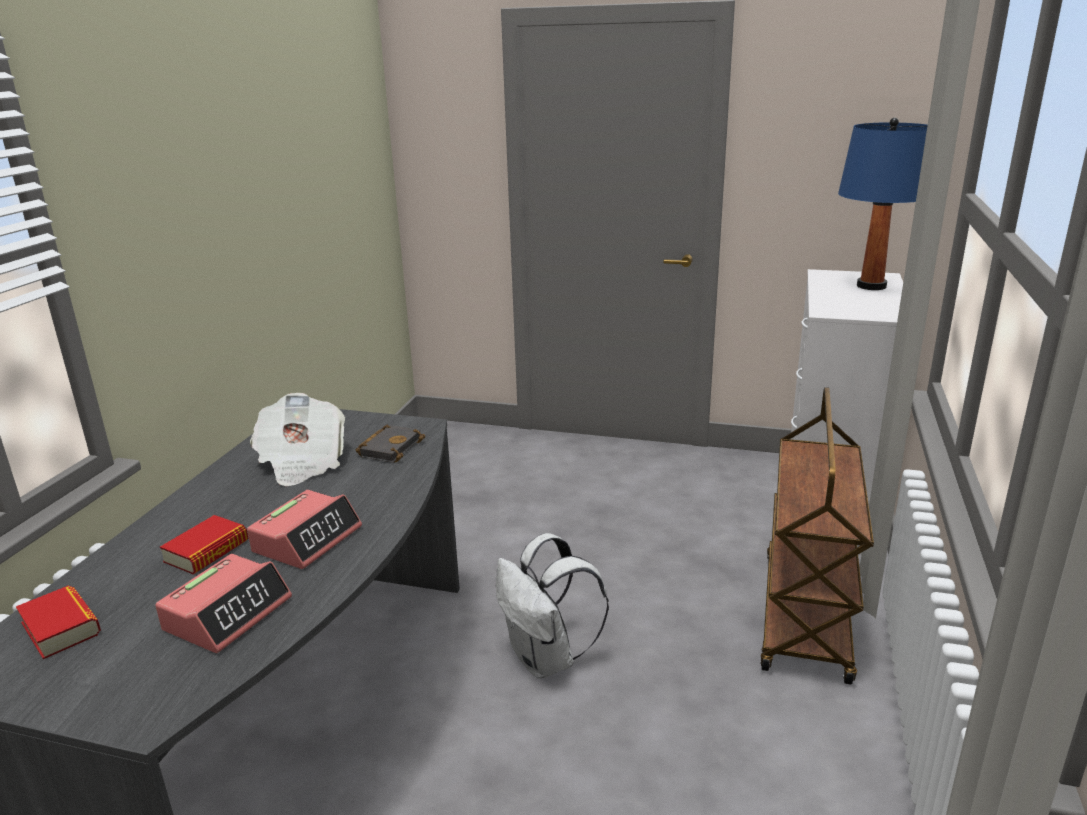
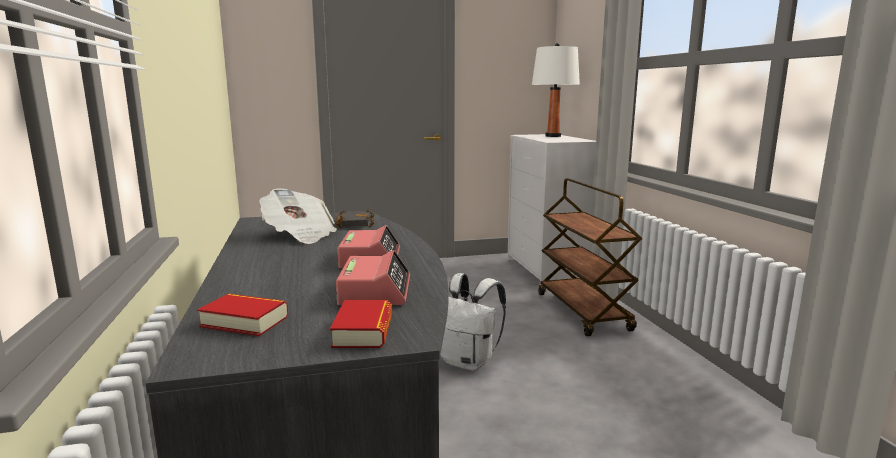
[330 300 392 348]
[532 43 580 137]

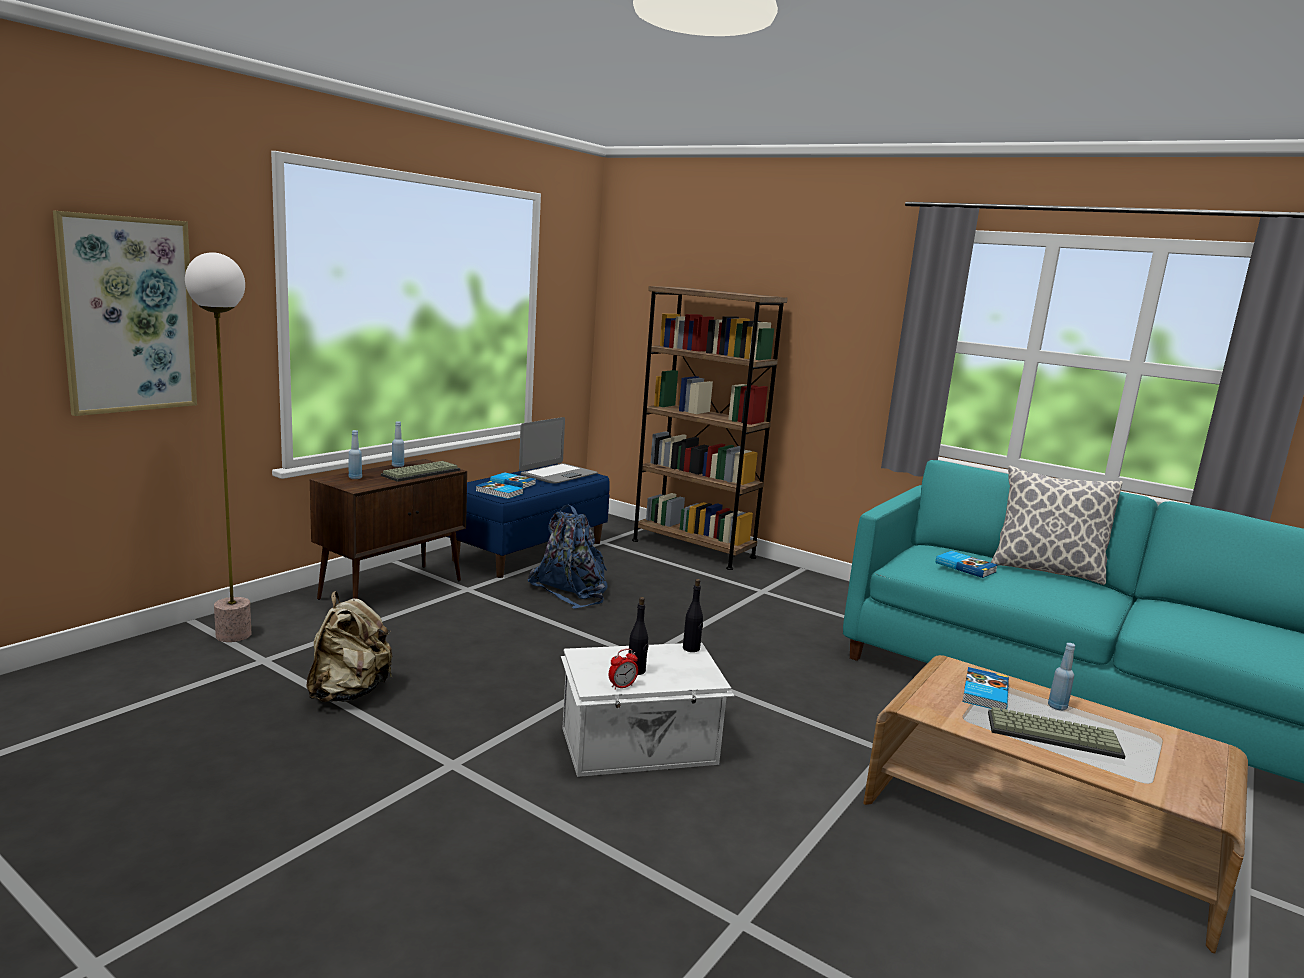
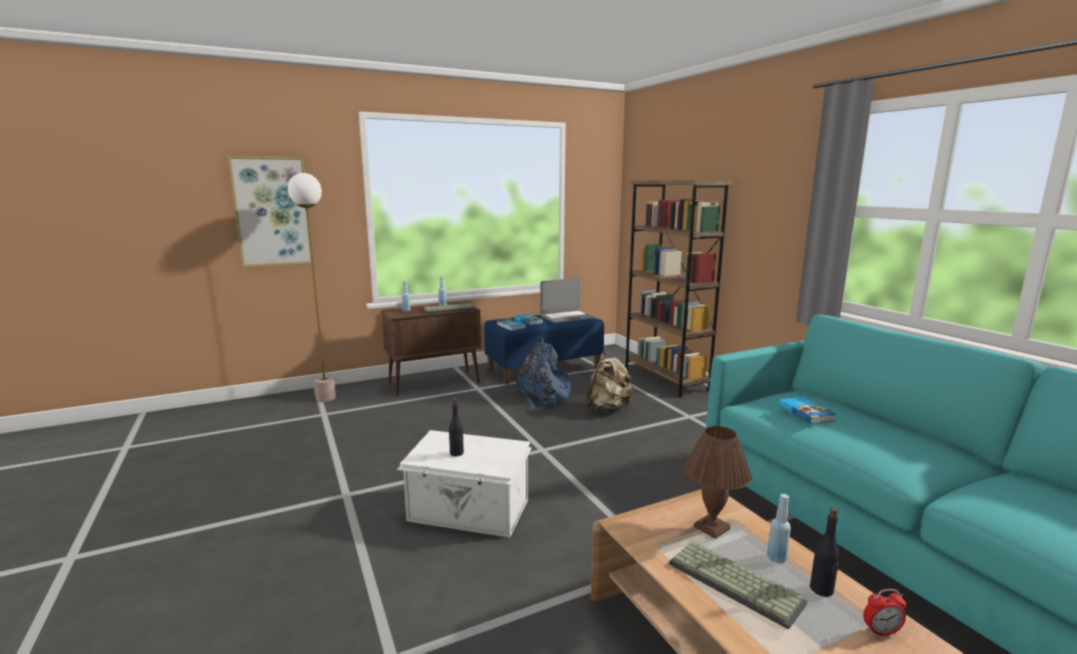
[991 466 1123 585] (first image)
[586 352 632 412]
[863 589 906 636]
[810 507 839 597]
[684 426 752 539]

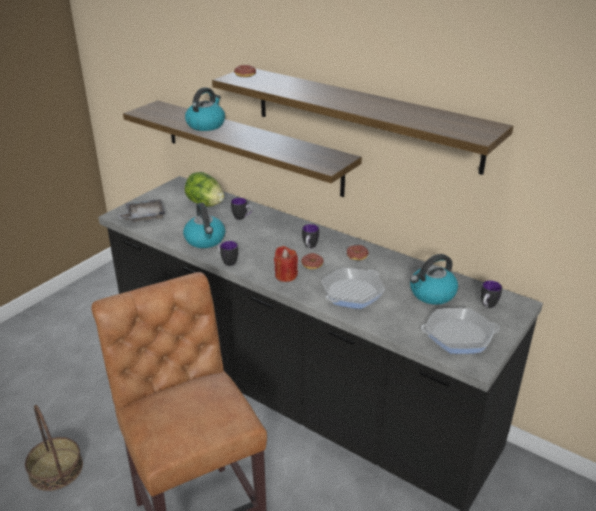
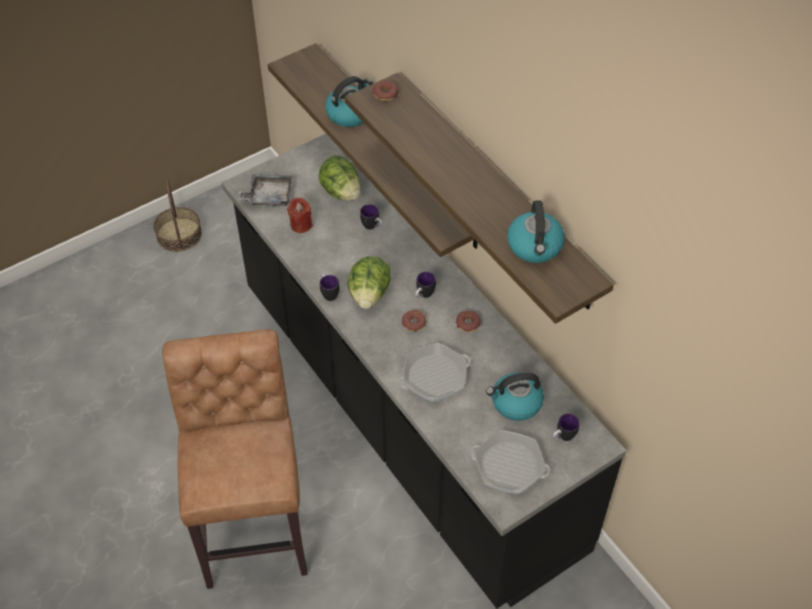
[348 256 390 309]
[154 178 202 252]
[507 201 565 263]
[287 197 313 233]

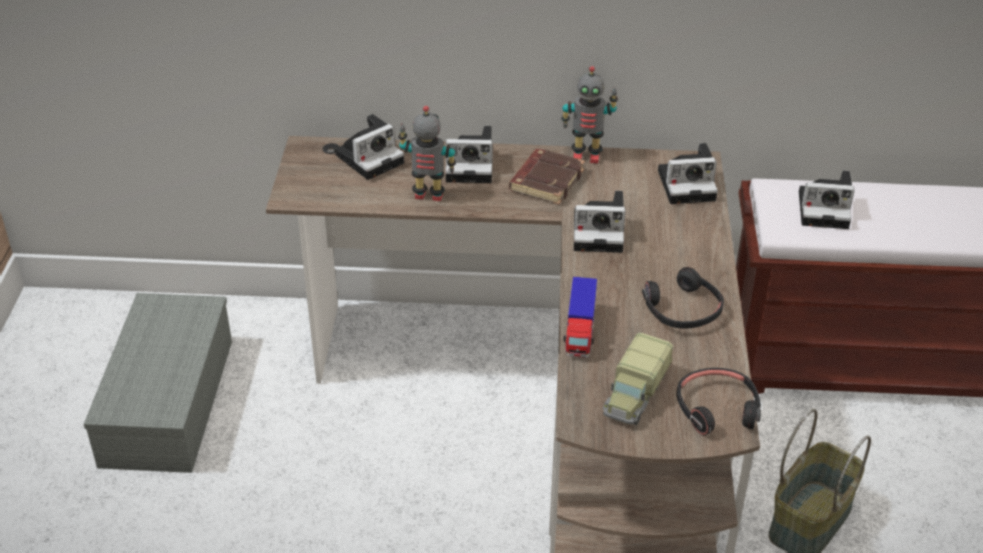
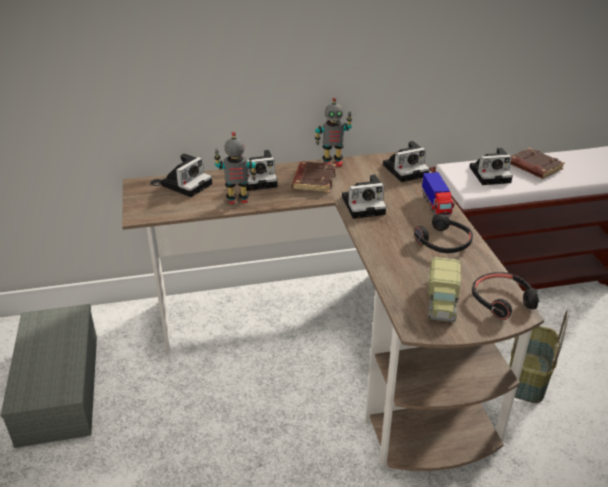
[511 148 565 179]
[422 172 455 217]

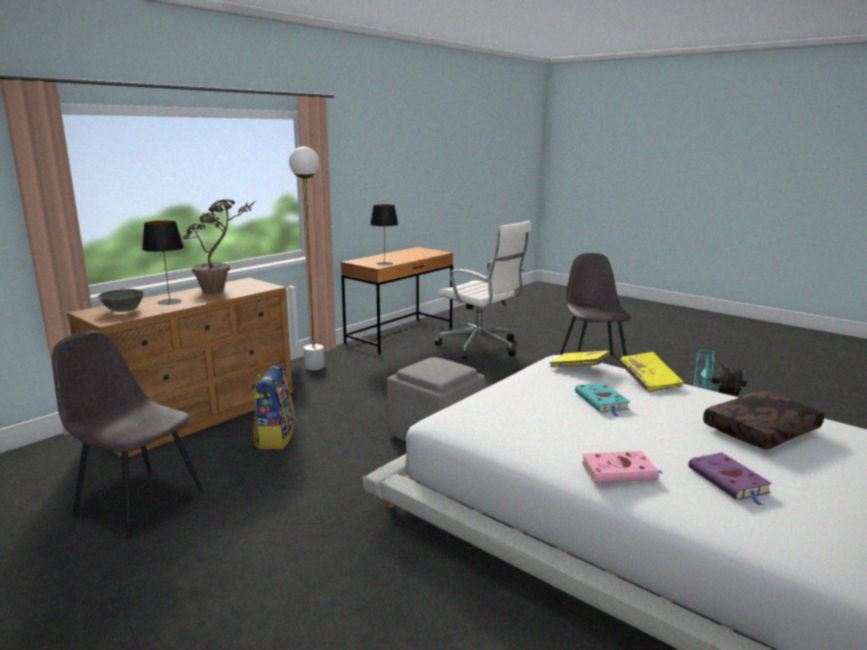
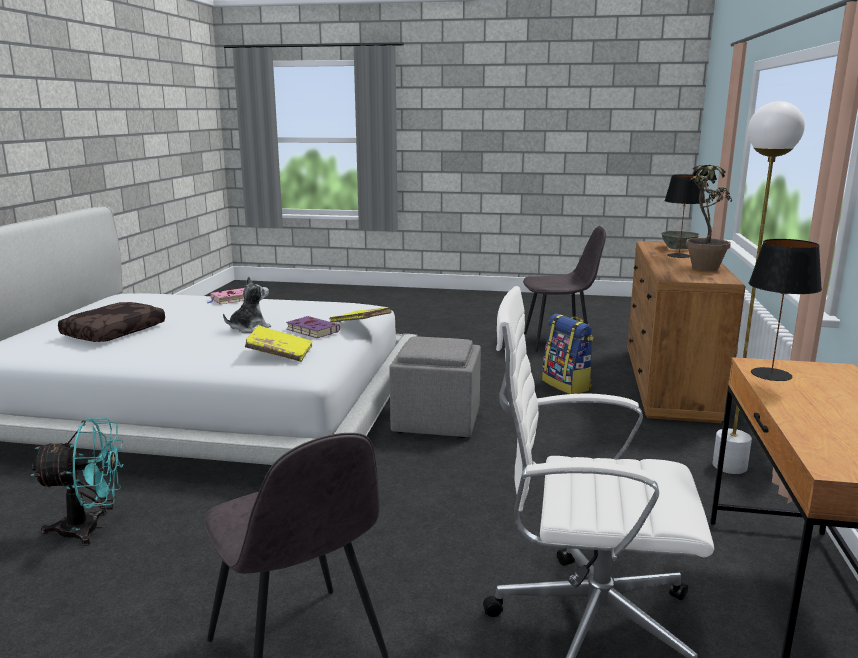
[329 307 392 322]
[286 316 340 338]
[223 276 271 333]

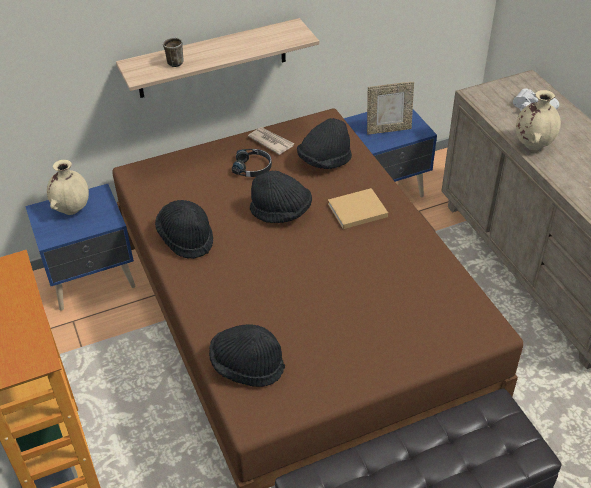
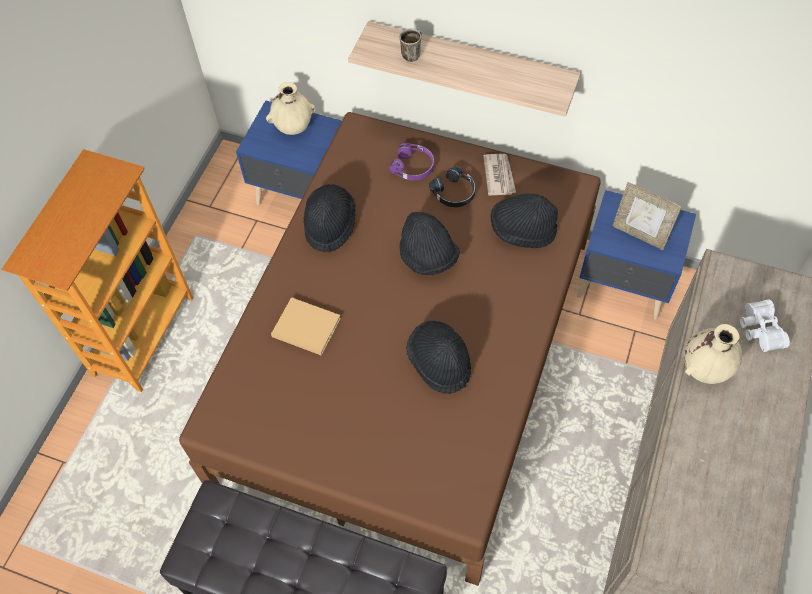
[389 143 434 181]
[406 321 471 394]
[271 297 341 356]

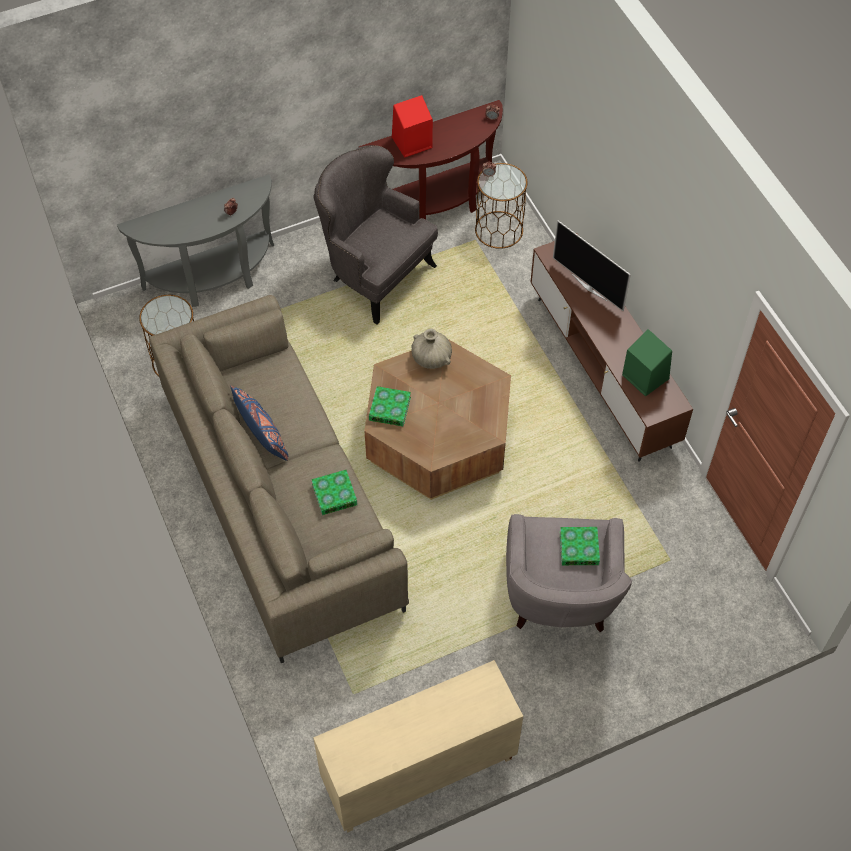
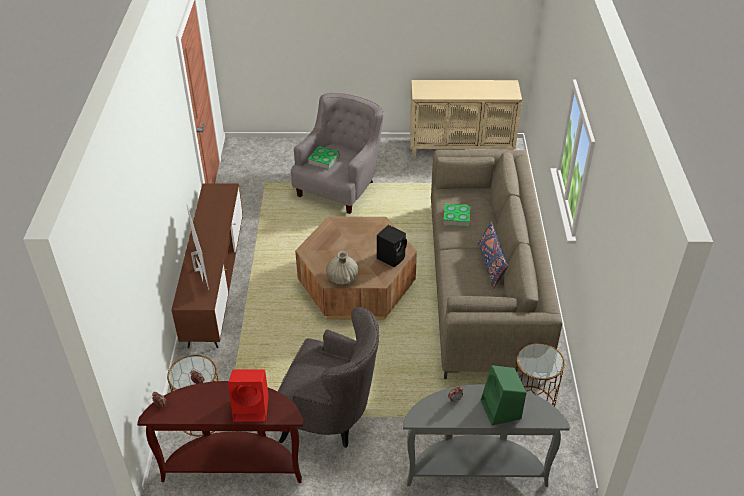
[481 365 526 426]
[377 225 407 267]
[278 307 379 448]

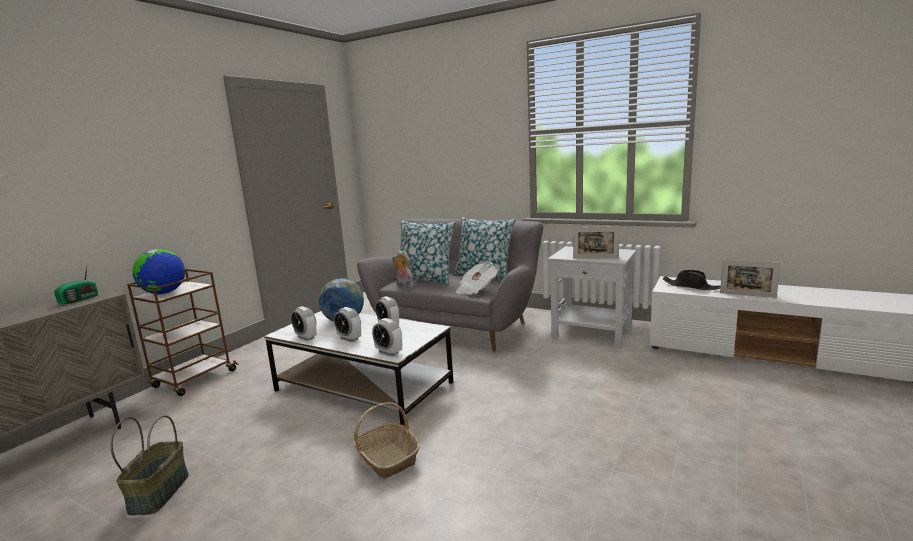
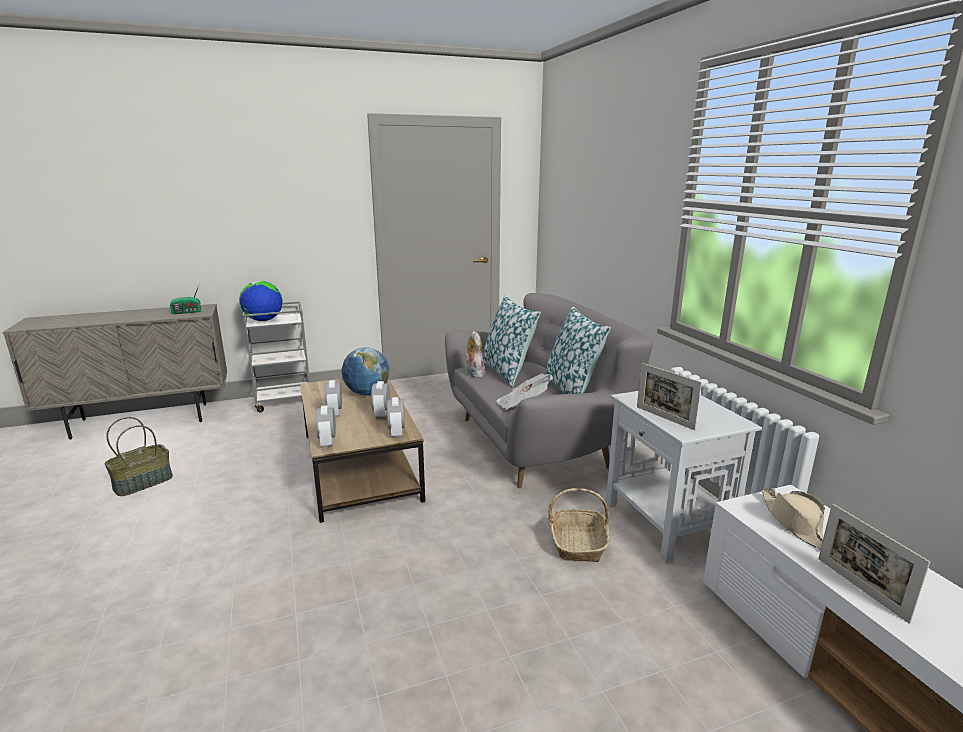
[387 397 405 438]
[548 488 610 562]
[243 302 310 412]
[300 378 425 523]
[762 488 825 549]

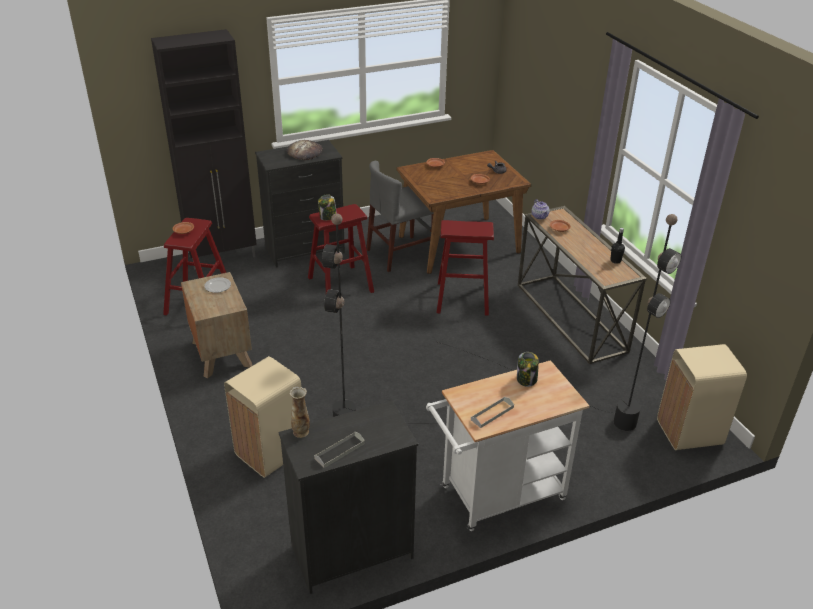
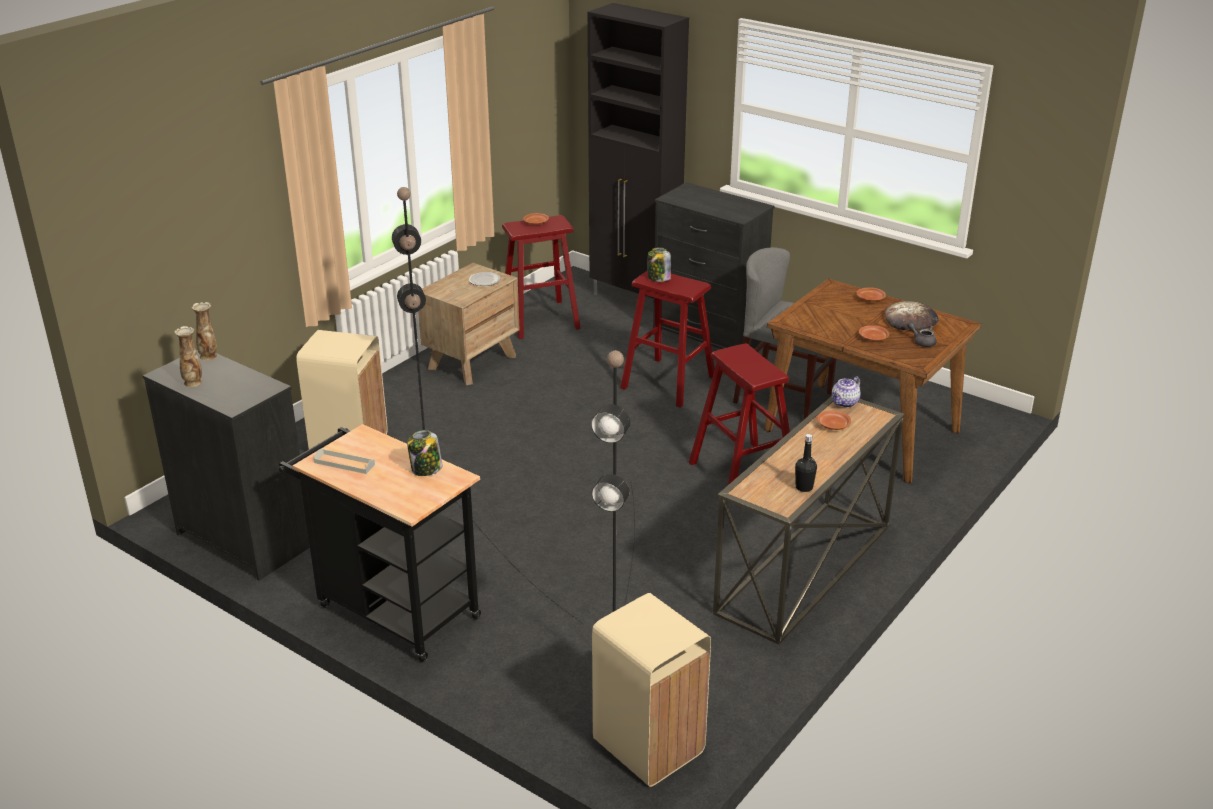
[885 301 939 331]
[174 326 202 387]
[278 424 481 662]

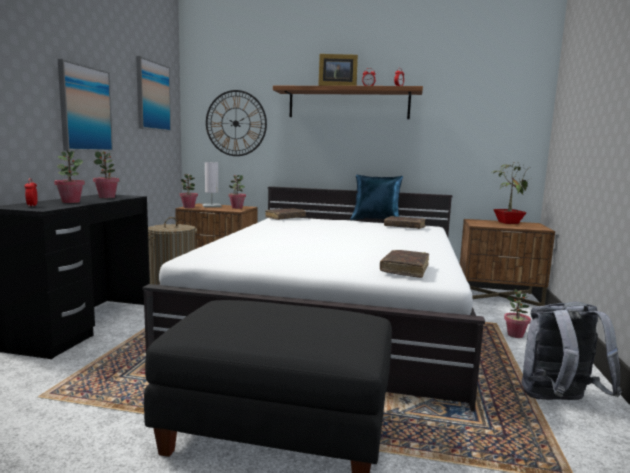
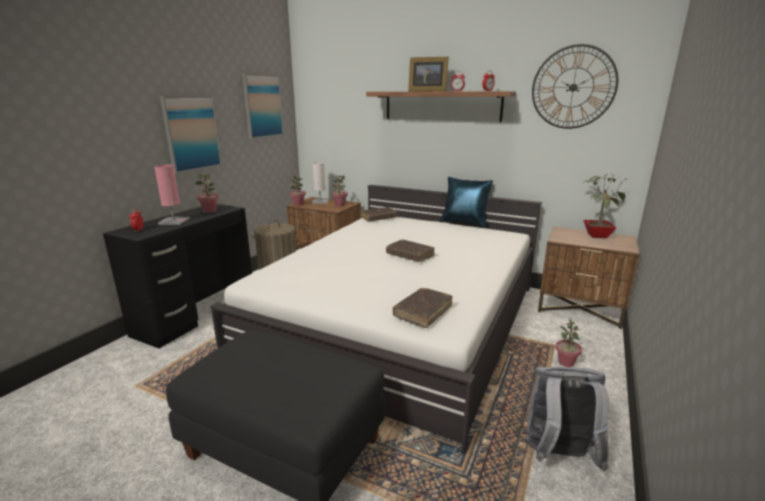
[532 44 618 129]
[386 239 435 262]
[154 165 190 225]

